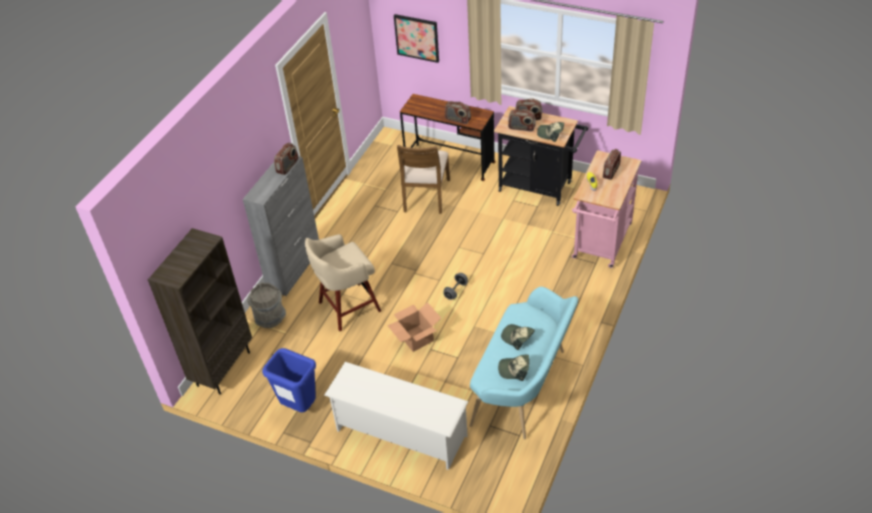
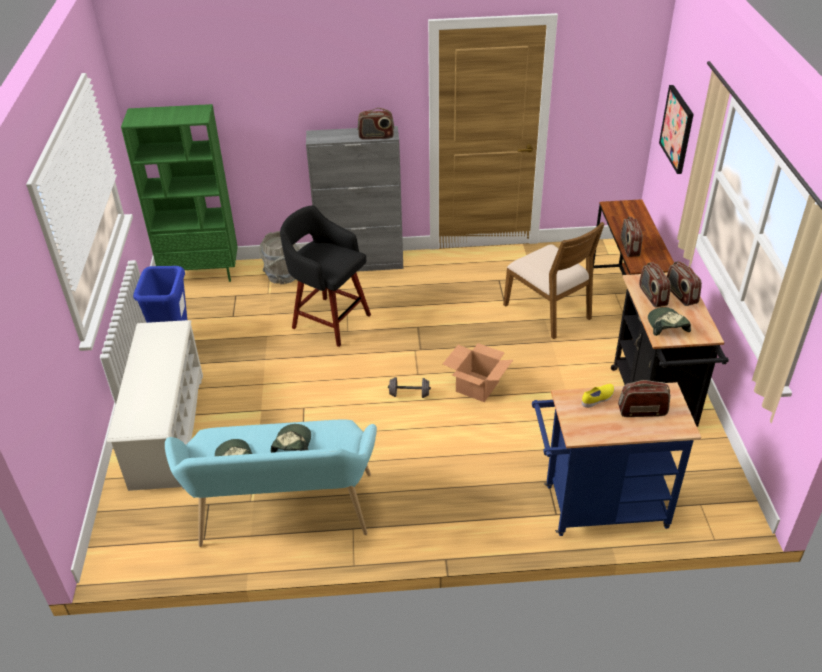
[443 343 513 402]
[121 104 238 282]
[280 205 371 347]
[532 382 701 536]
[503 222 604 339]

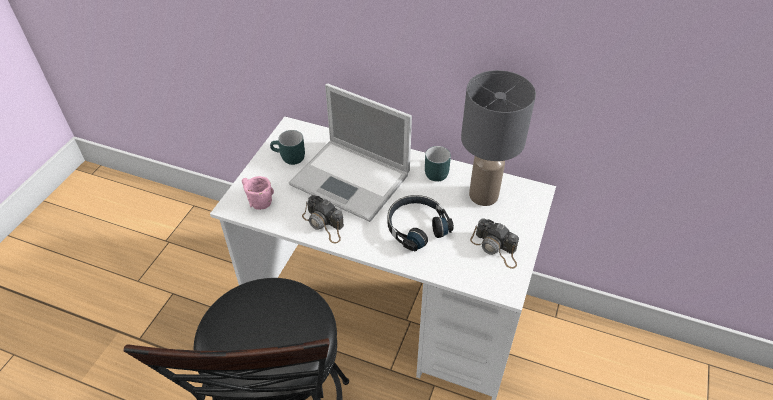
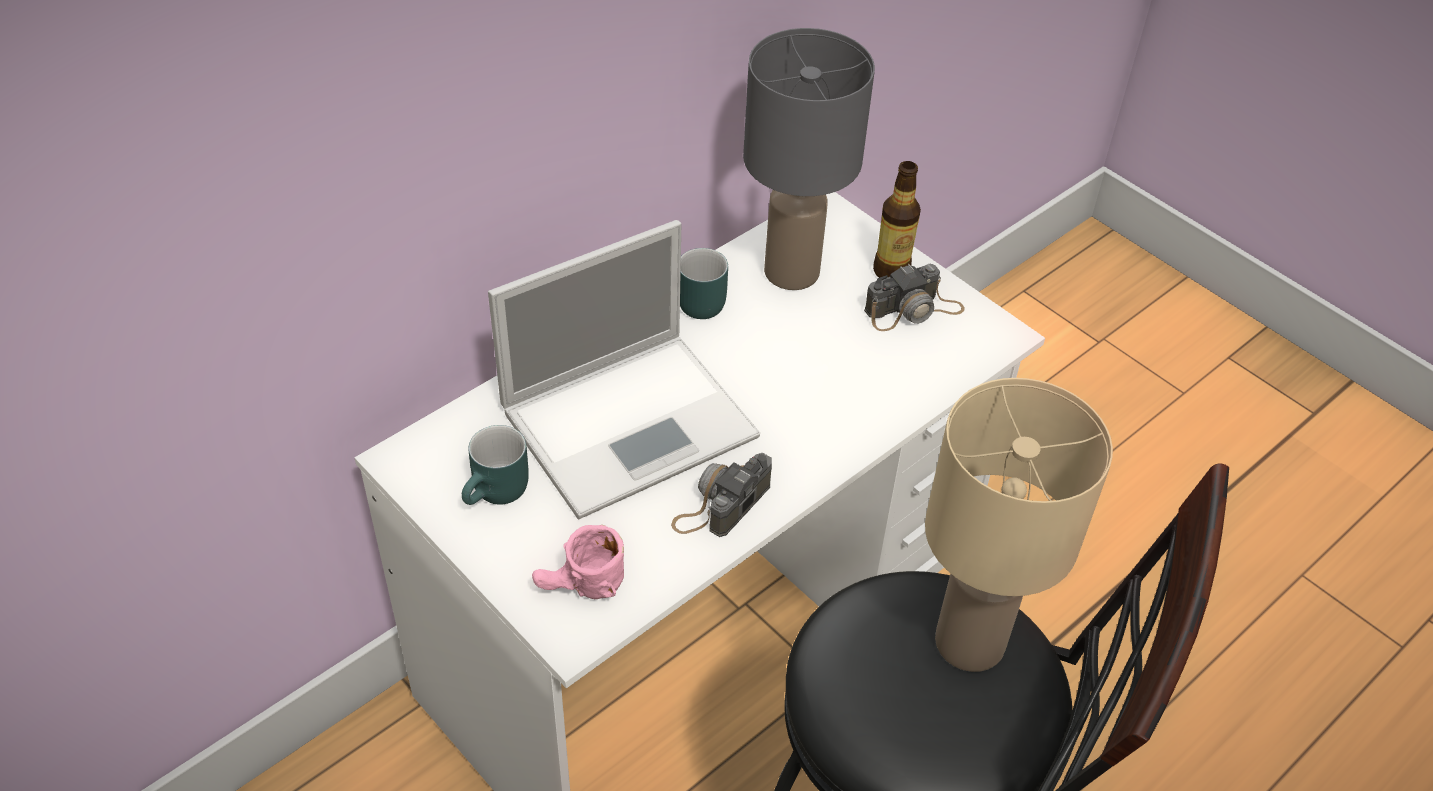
[387 195 454 251] (first image)
[873 161 921 278]
[925 378 1113 672]
[671 453 772 537]

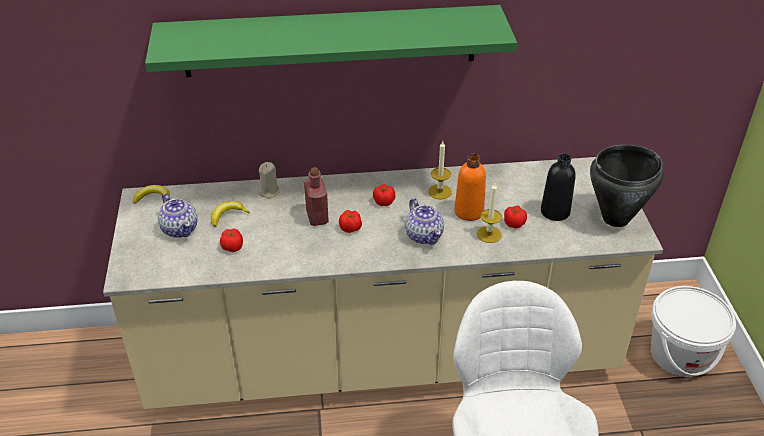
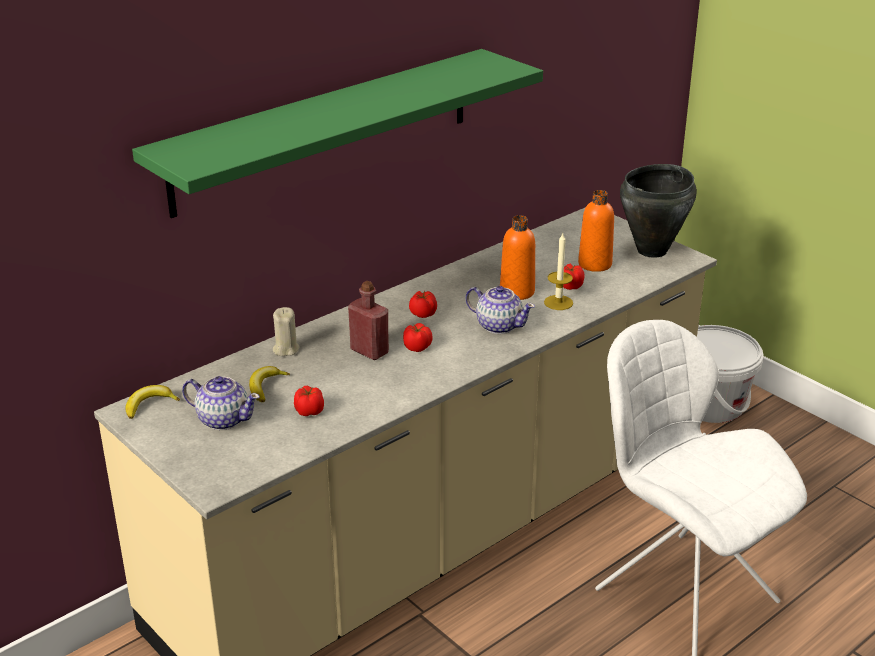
[428 141 452 200] (first image)
[578 190 614 272]

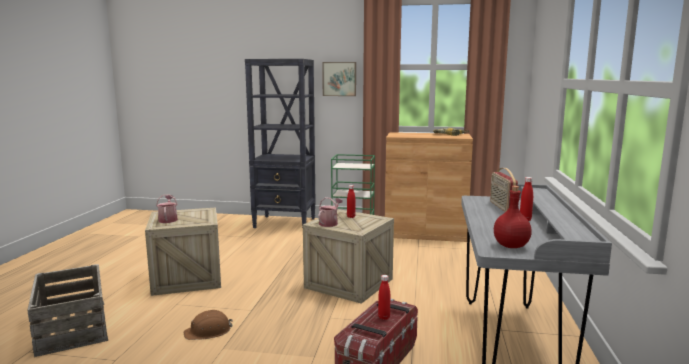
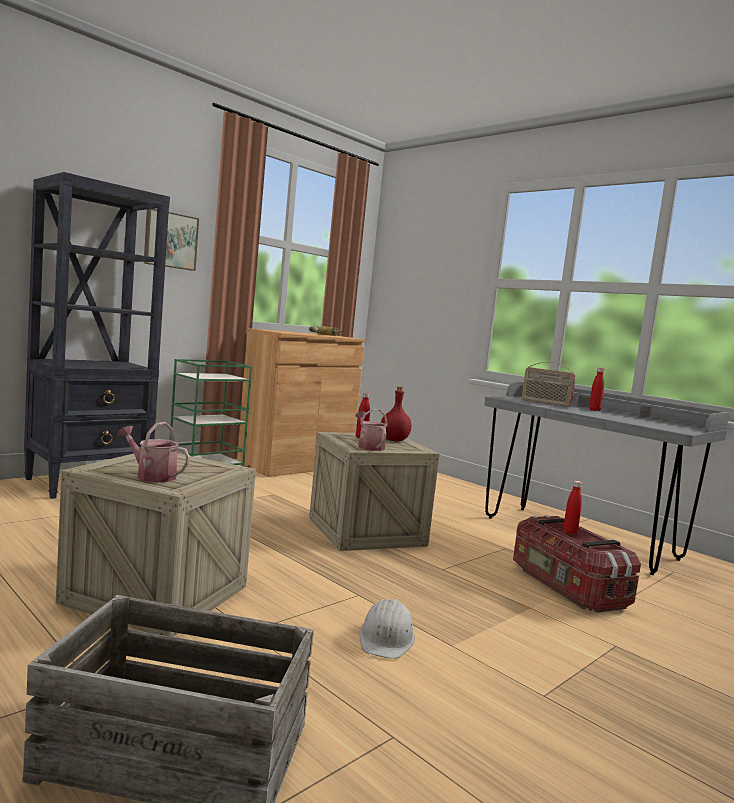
[381 387 412 441]
[360 599 415 659]

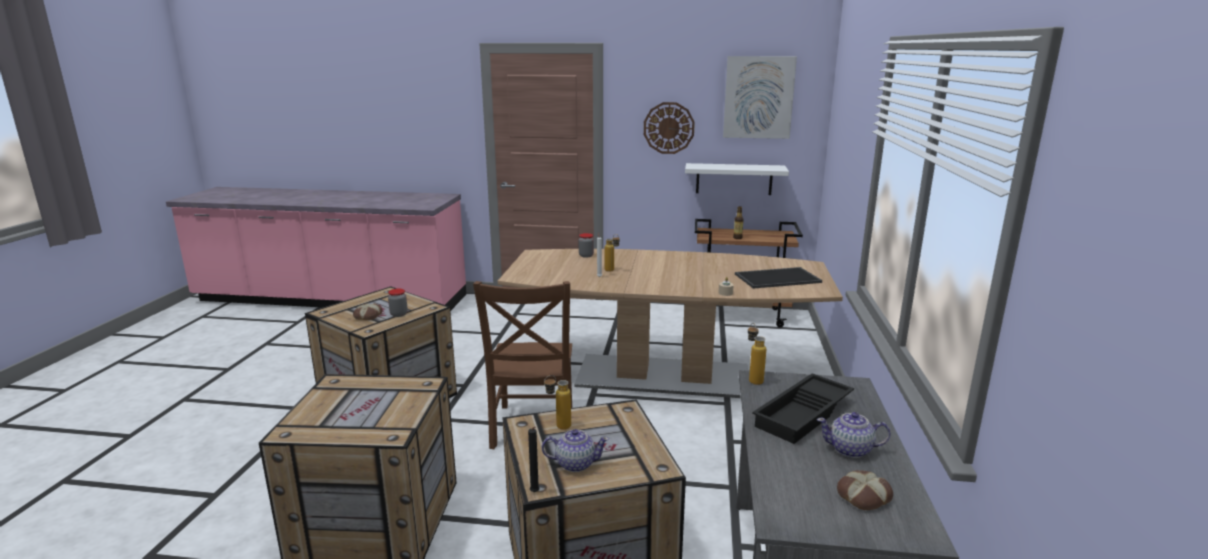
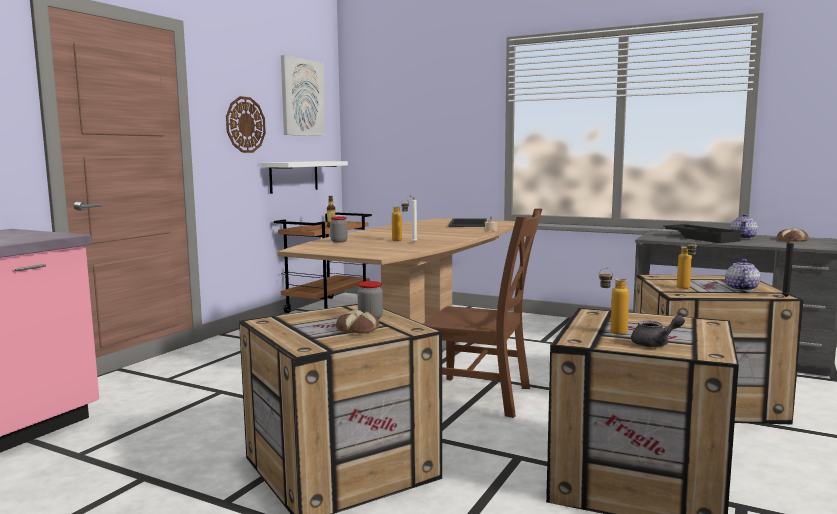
[631 315 685 347]
[599 267 629 335]

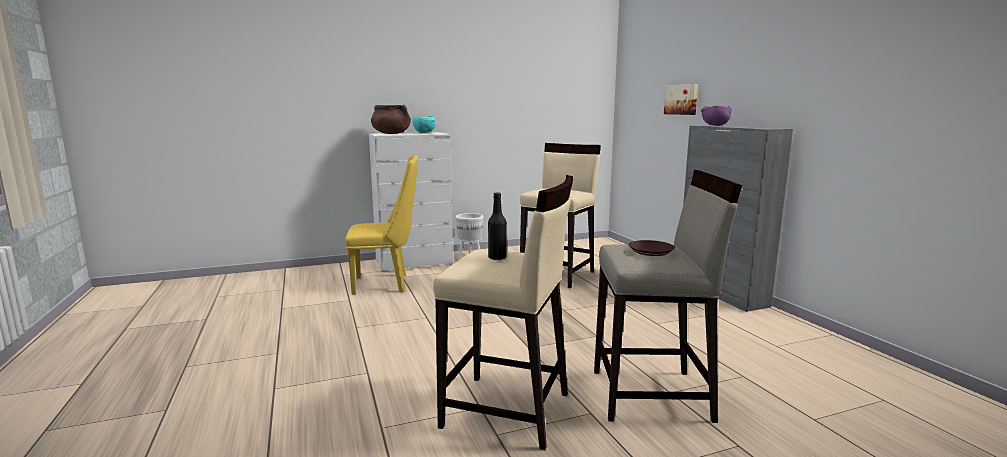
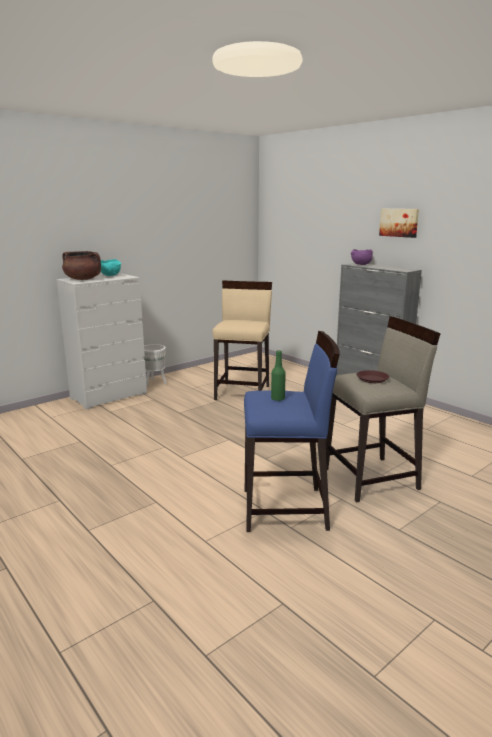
[345 155 418 295] (first image)
[379 209 419 238]
[244 331 340 532]
[271 350 286 401]

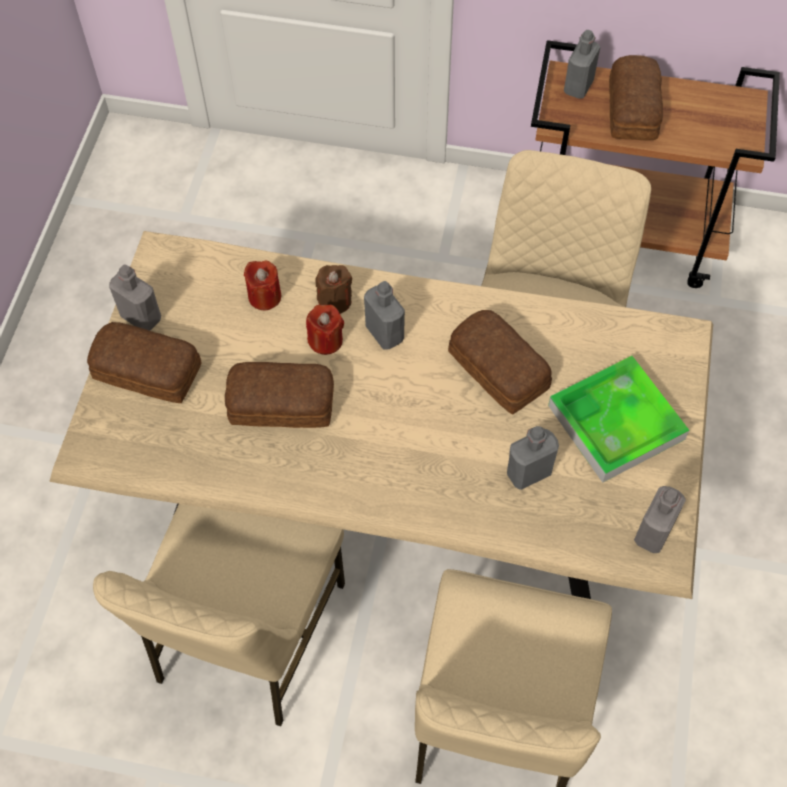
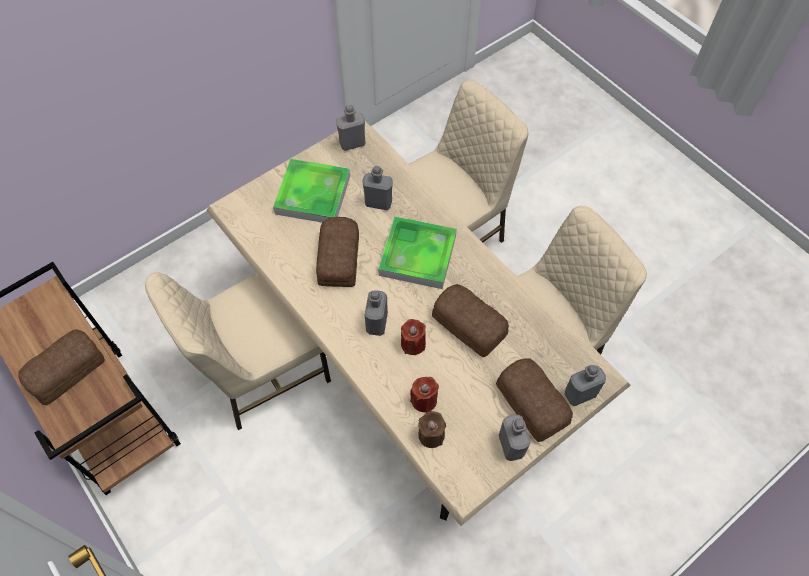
[378 216 457 289]
[418 411 446 448]
[565 365 606 406]

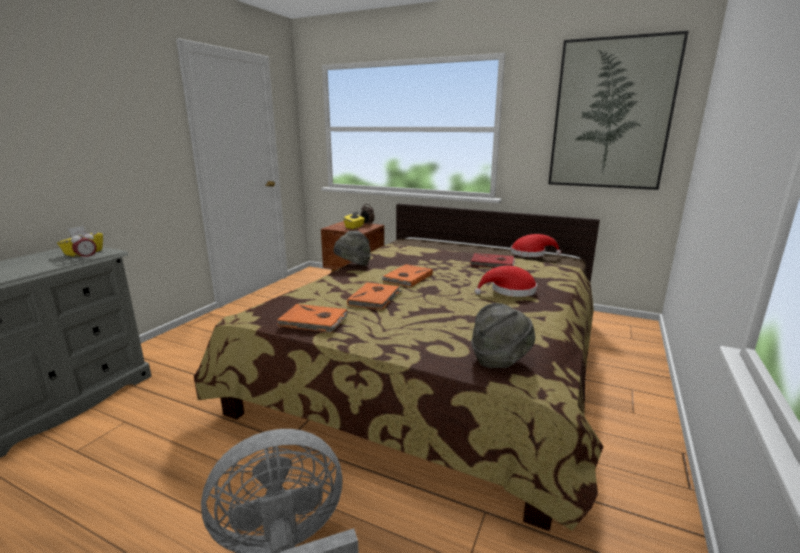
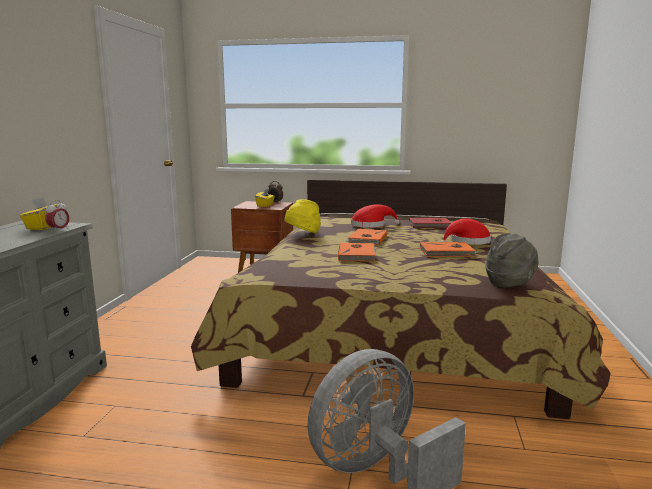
[548 31 689 190] (first image)
[420 242 477 257]
[351 204 400 228]
[284 199 321 233]

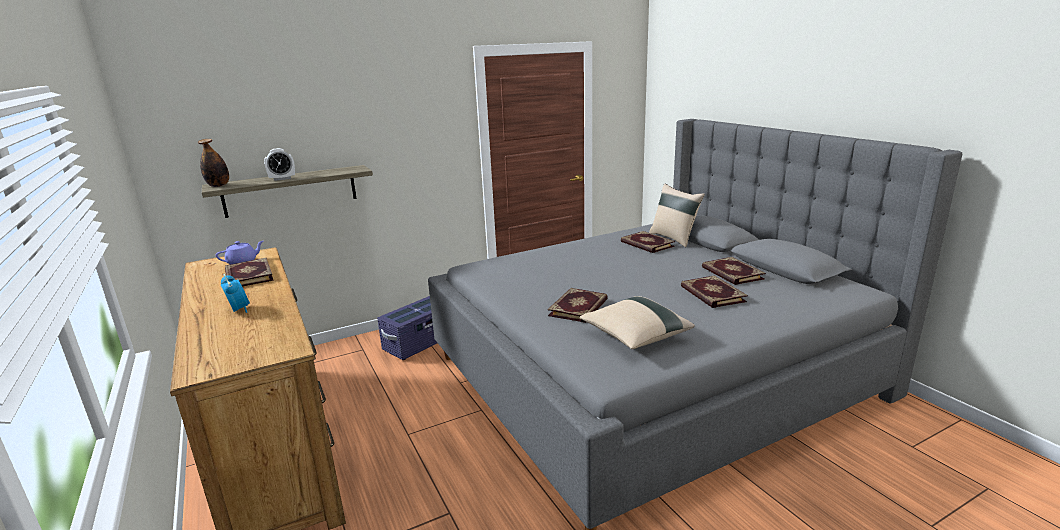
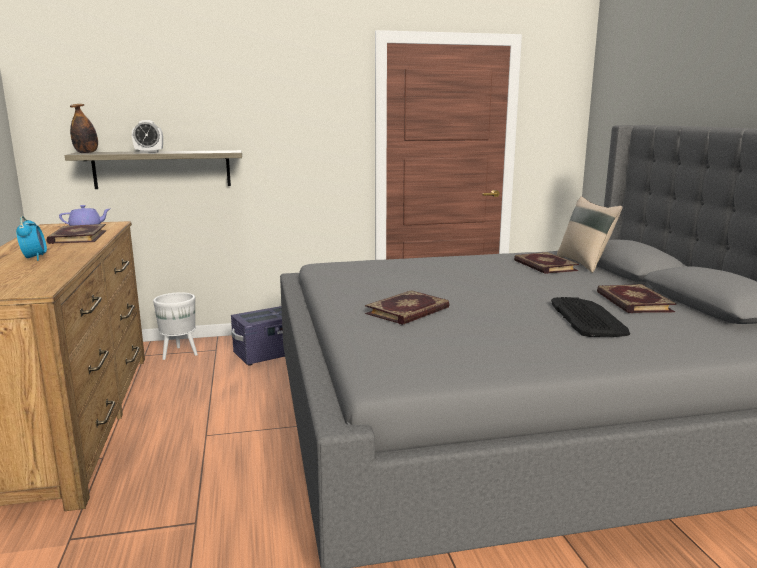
[579 296 695 349] (first image)
[153 292 198 360]
[551 297 630 337]

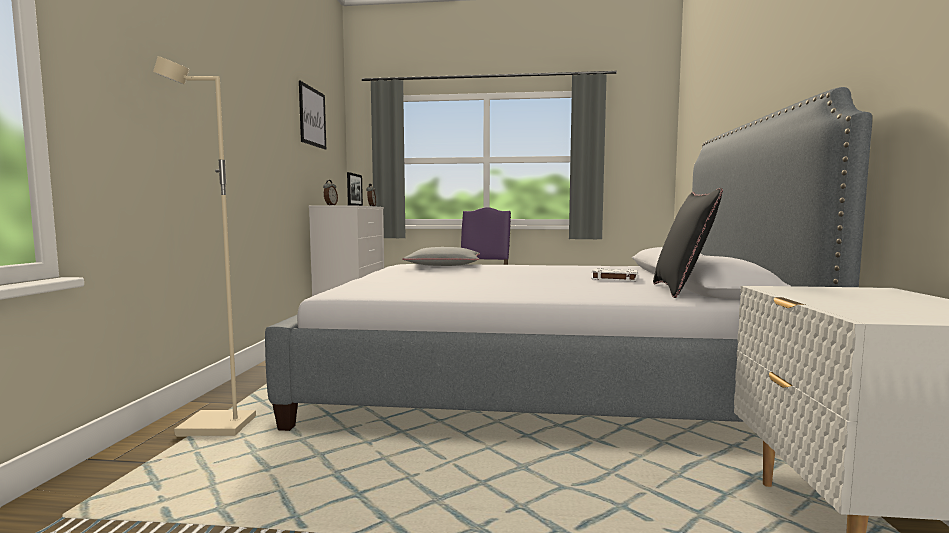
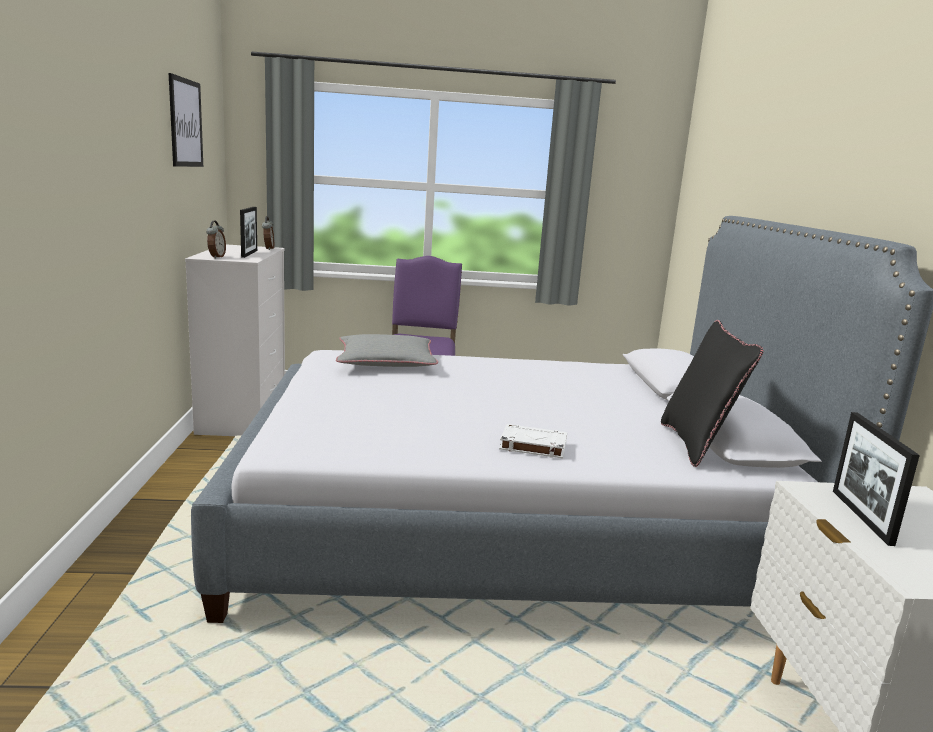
[153 56 256 437] (first image)
[833 412 920 546]
[499 424 567 458]

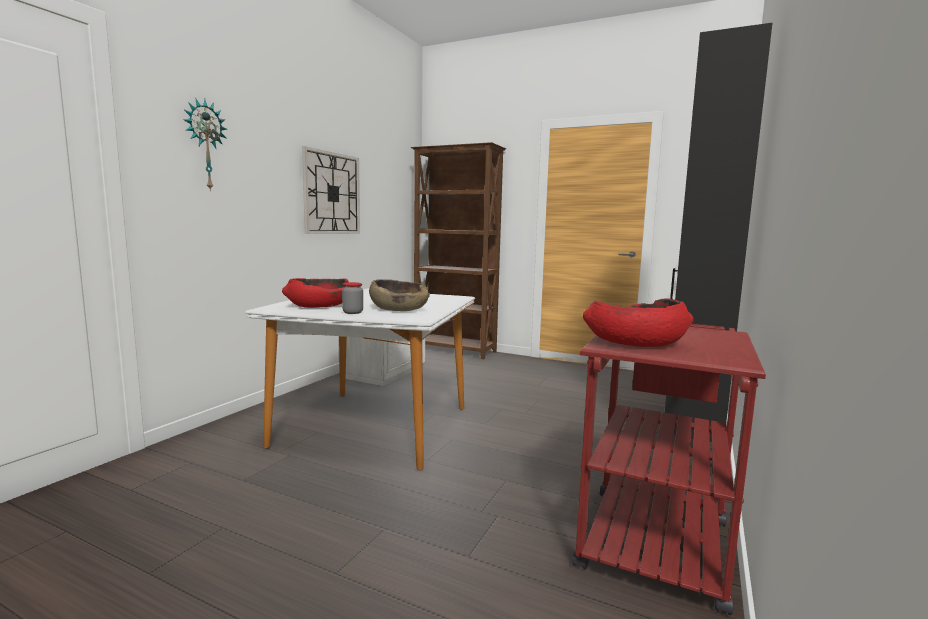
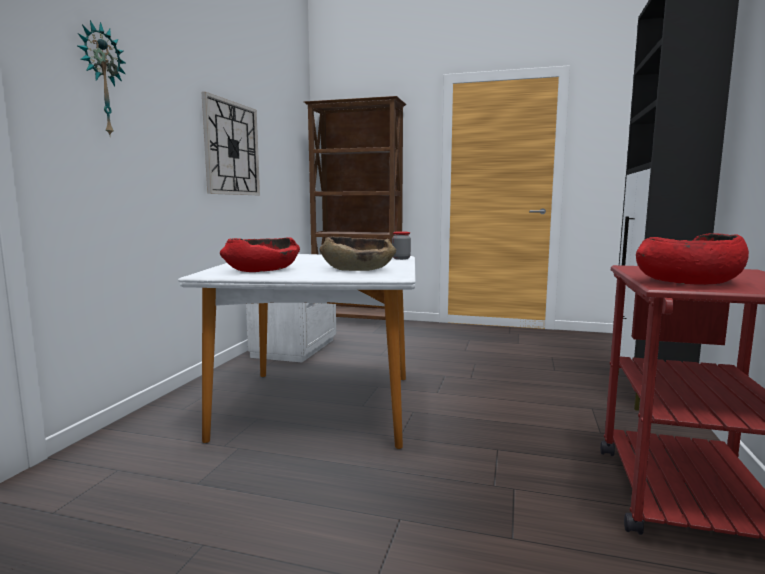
[392 231 411 260]

